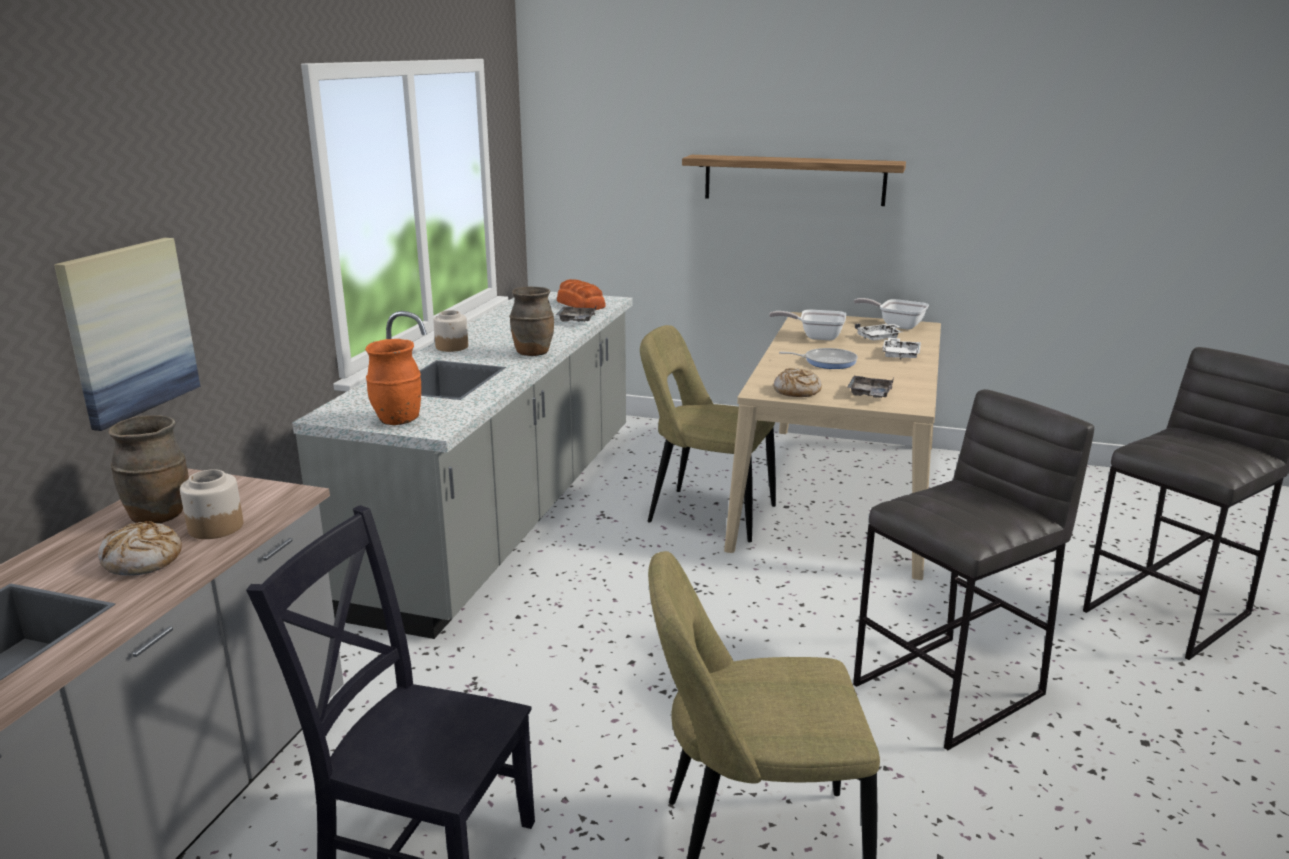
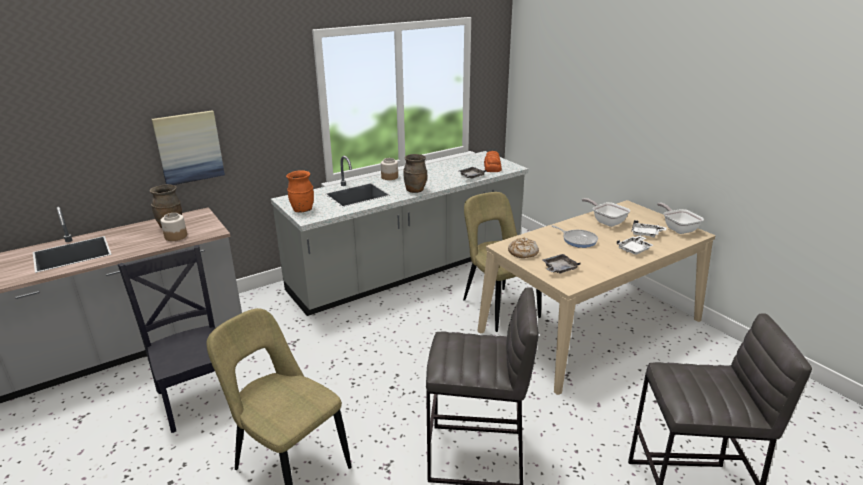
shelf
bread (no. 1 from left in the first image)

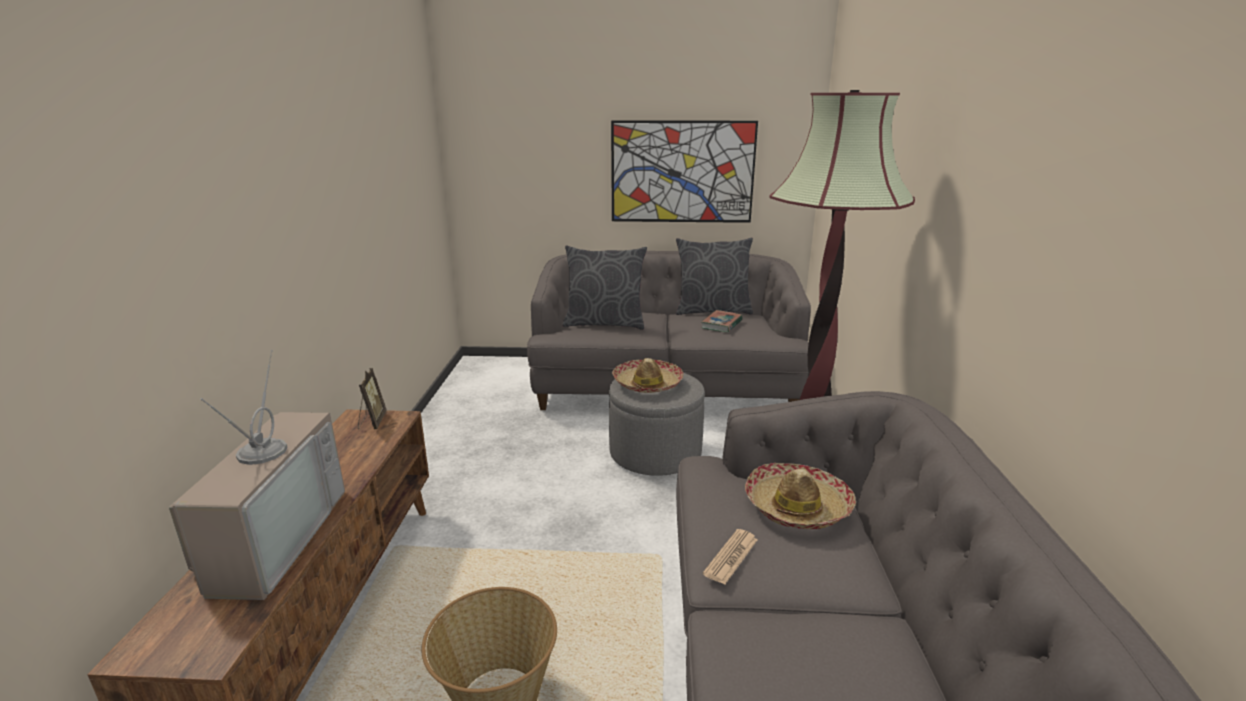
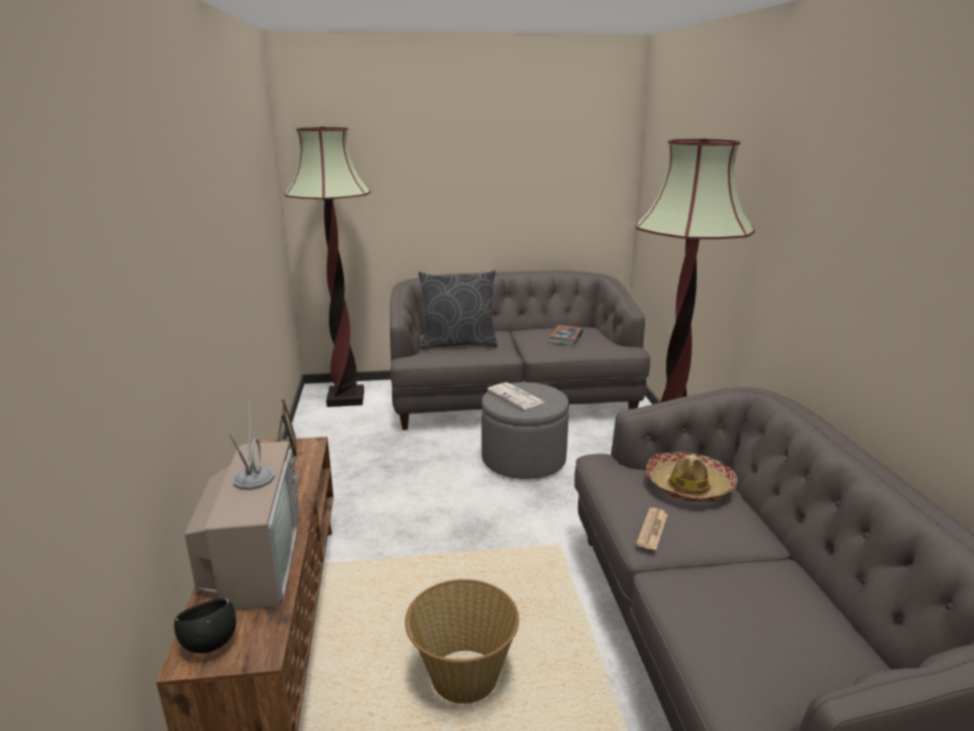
picture
grey pillow (no. 2 from left in the first image)
newspaper (no. 1 from left)
floor lamp (no. 1 from left)
black bowl

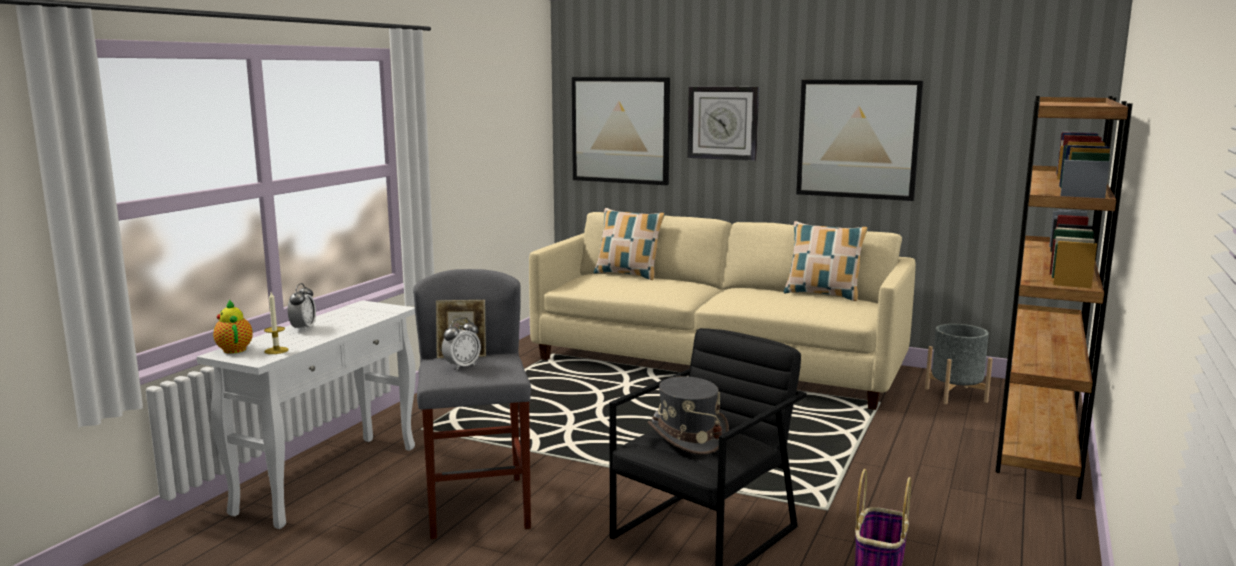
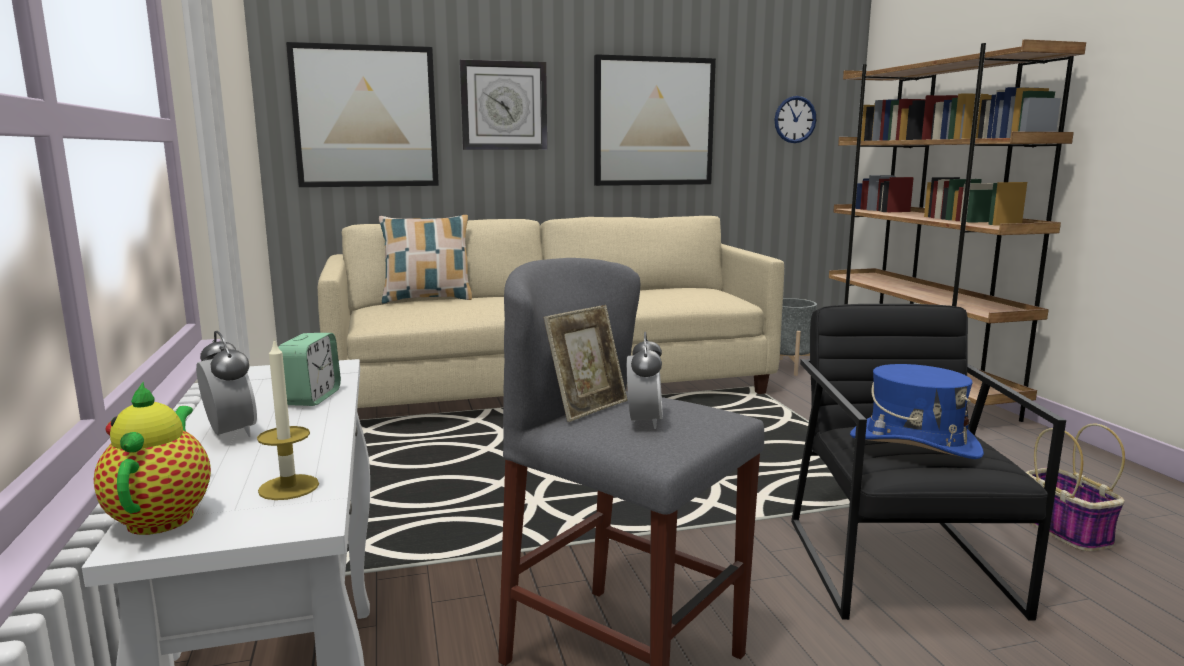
pillow (no. 2 from left in the first image)
teapot
blue hat
wall clock (no. 2 from left)
alarm clock (no. 2 from left)

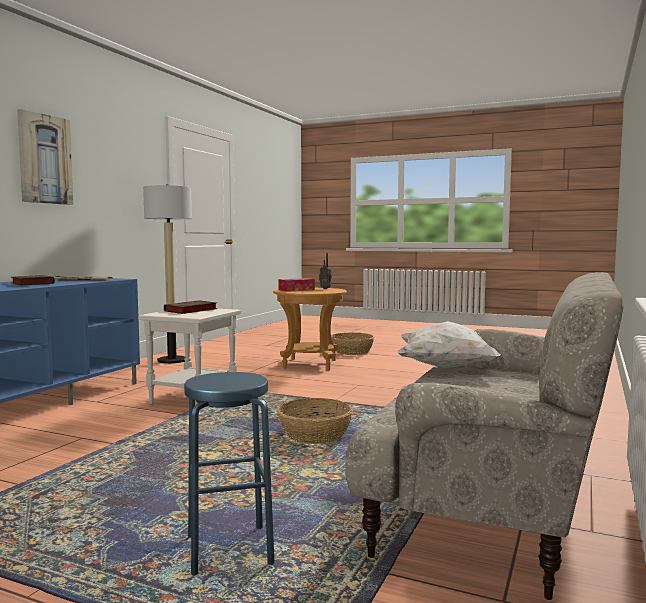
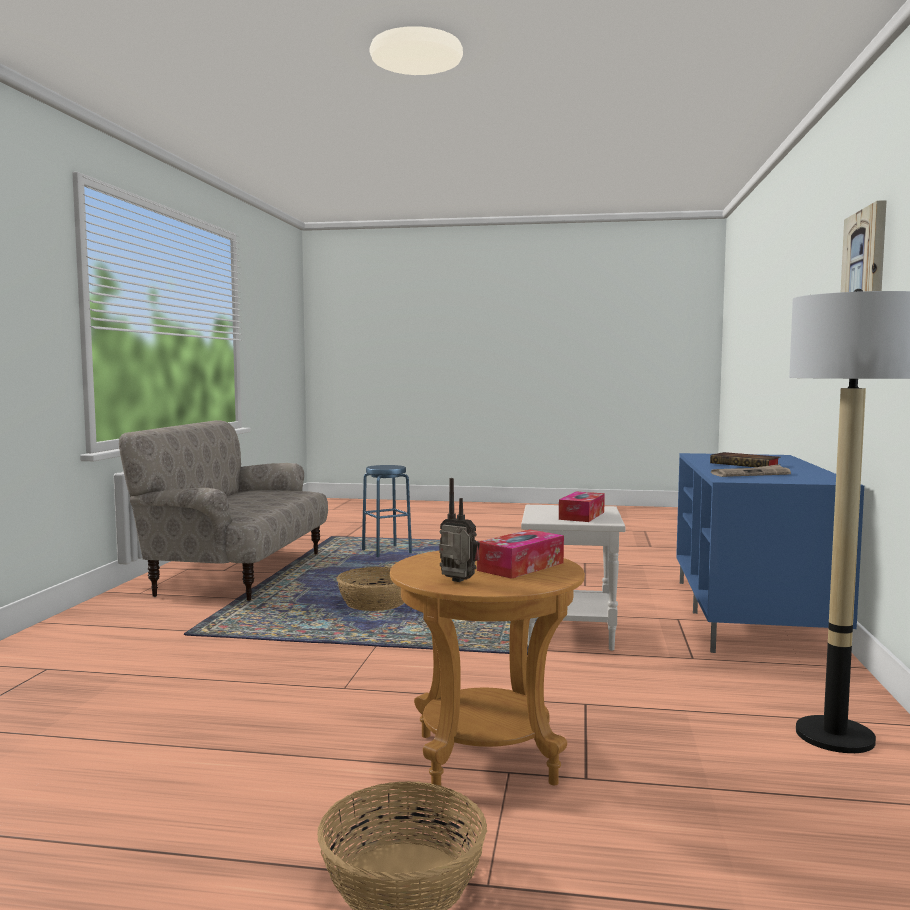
tissue box (no. 2 from left)
white pillow

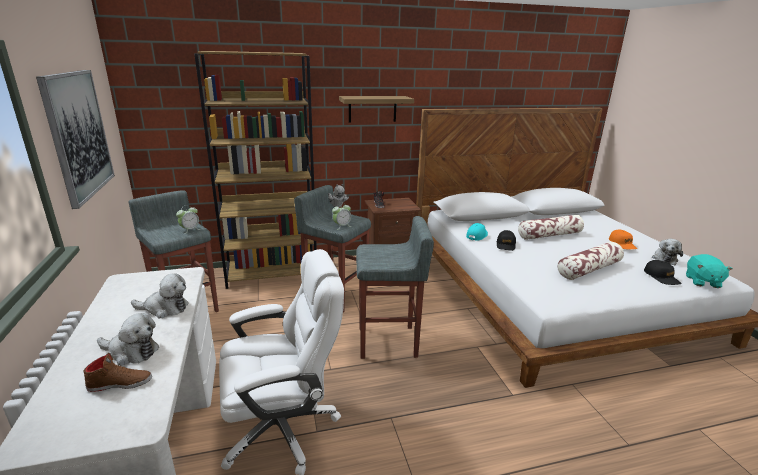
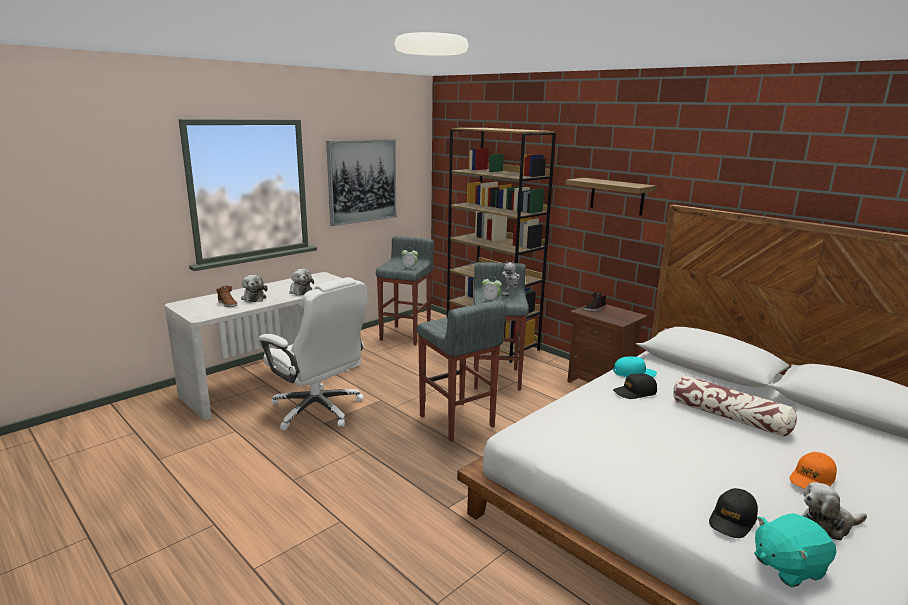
pillow (no. 2 from left in the first image)

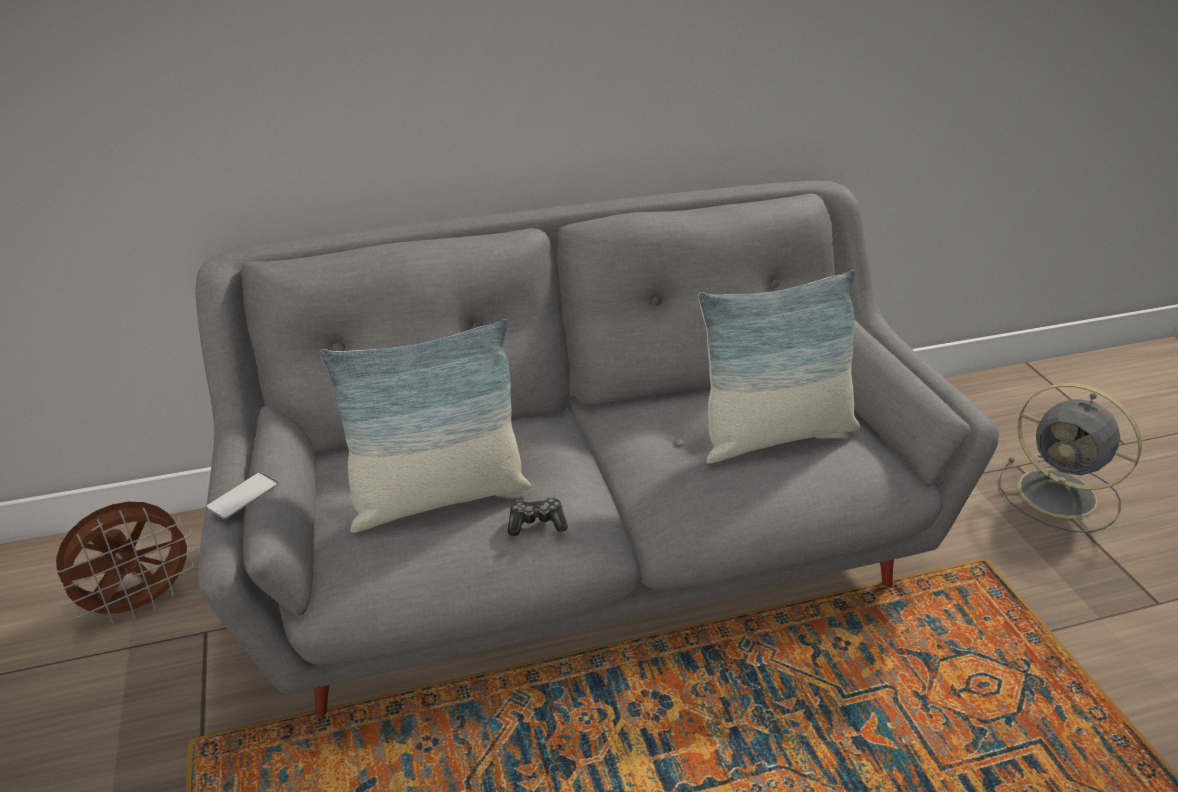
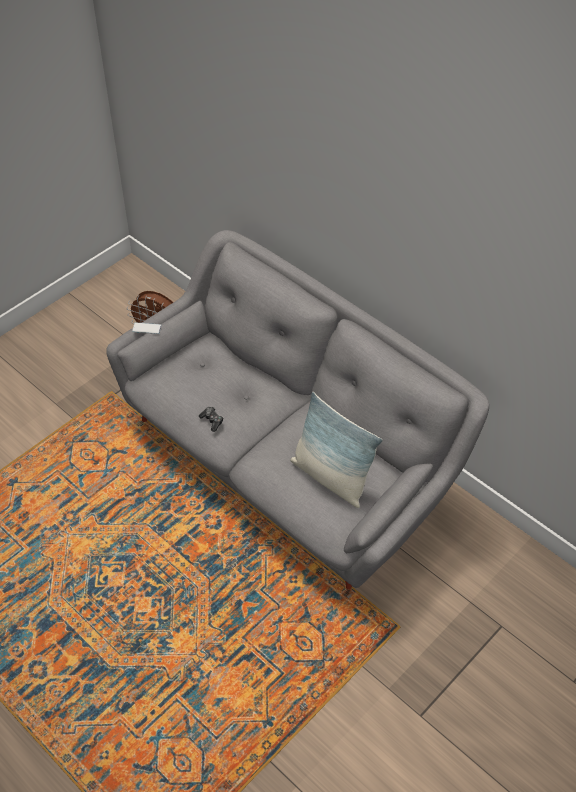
pillow (no. 1 from left in the first image)
grey fan

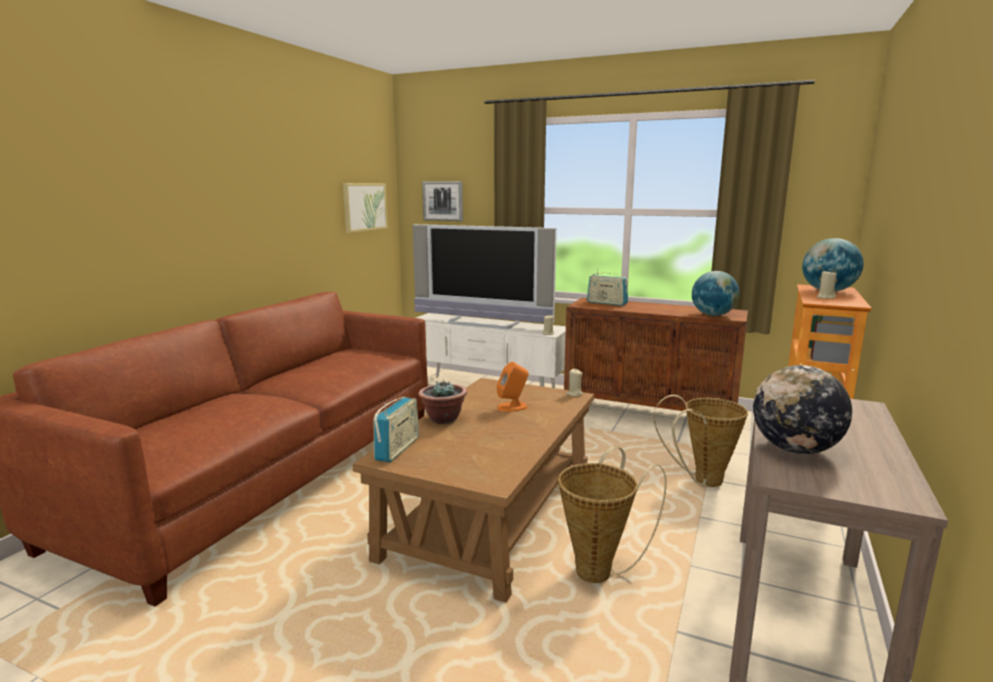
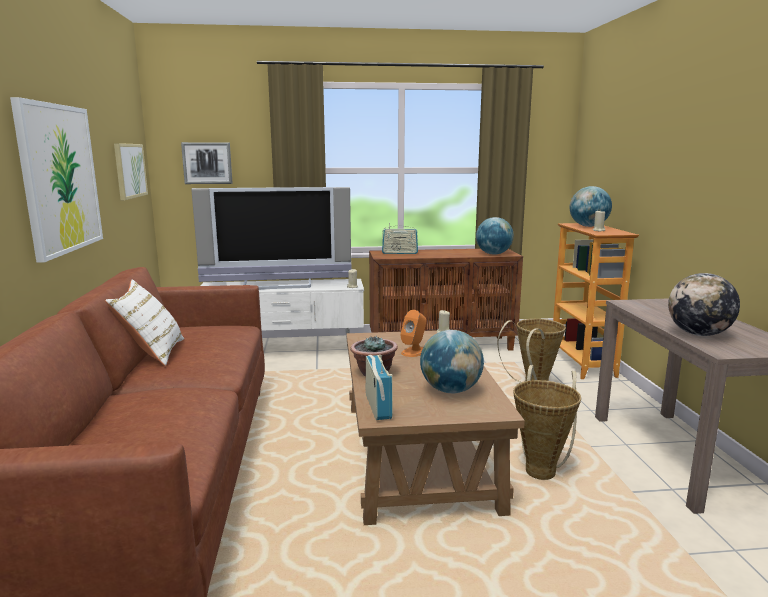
picture (no. 1 from left)
white pillow
globe (no. 1 from left)

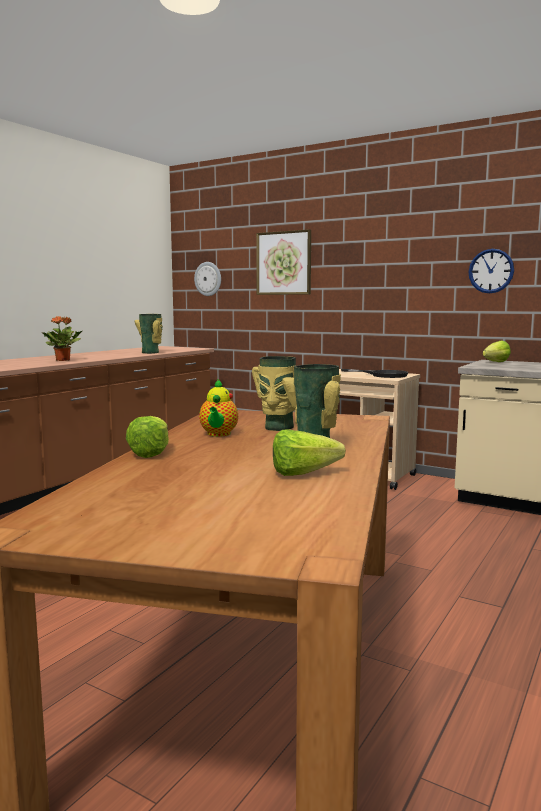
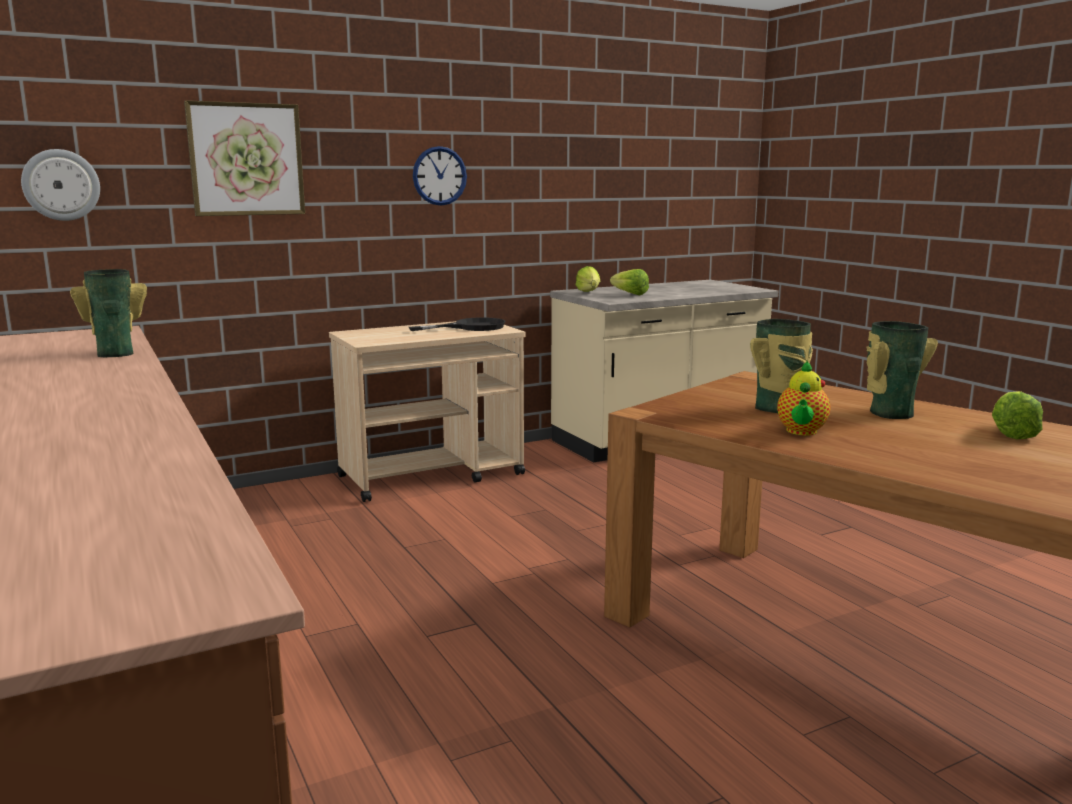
wall clock (no. 2 from left)
potted plant
teapot
lettuce (no. 2 from left)

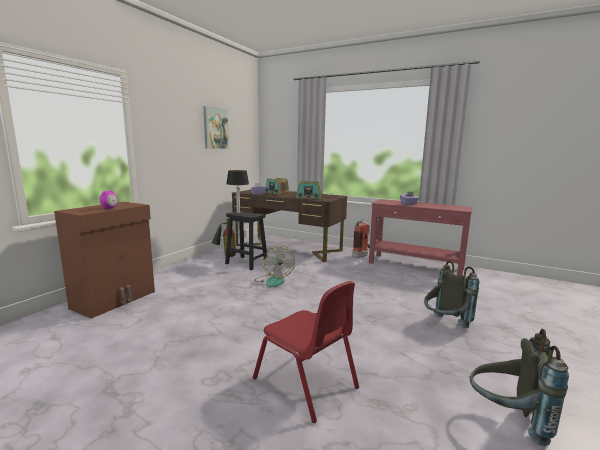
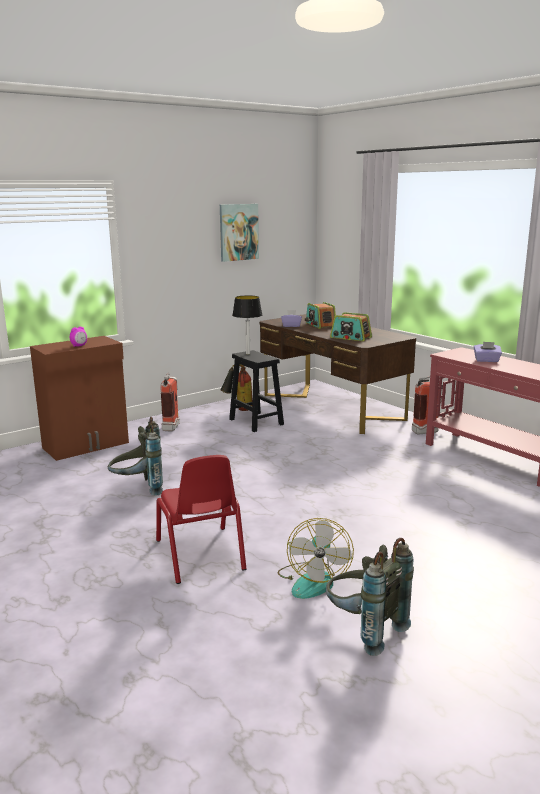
fan
grey backpack (no. 1 from left)
fire extinguisher (no. 1 from left)

